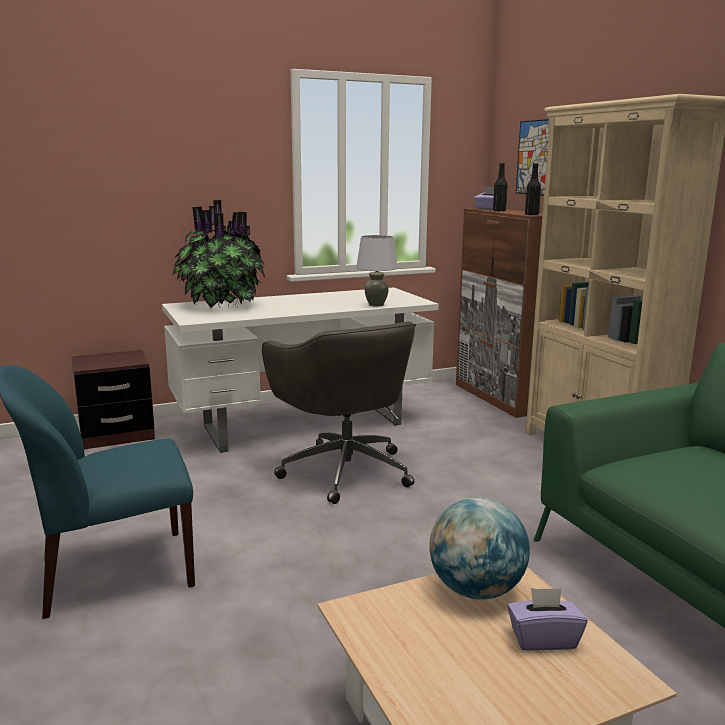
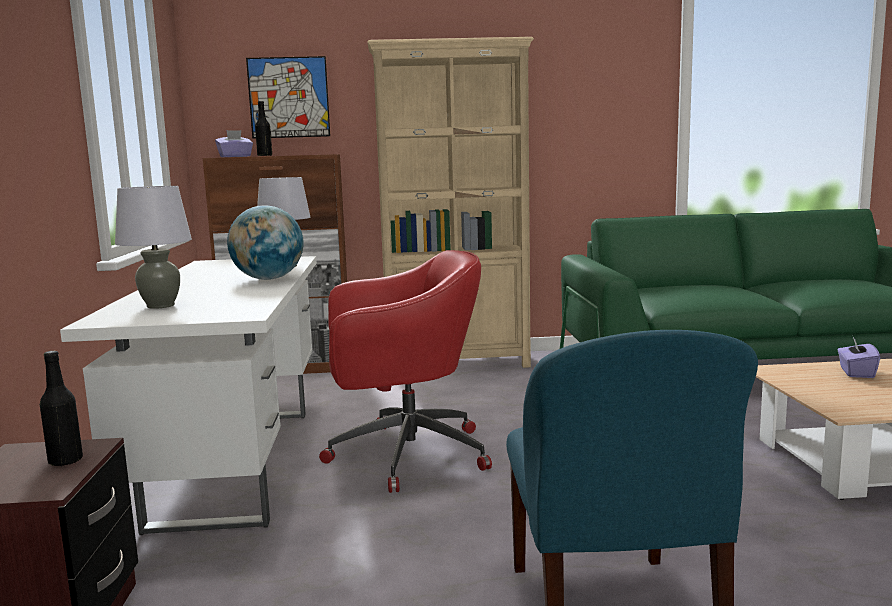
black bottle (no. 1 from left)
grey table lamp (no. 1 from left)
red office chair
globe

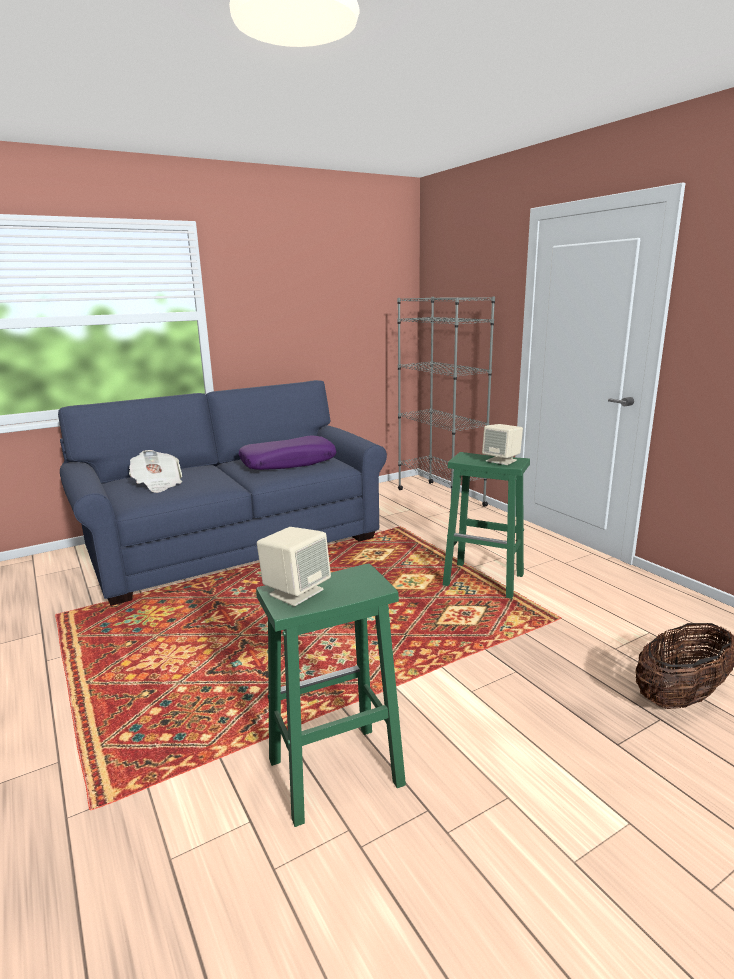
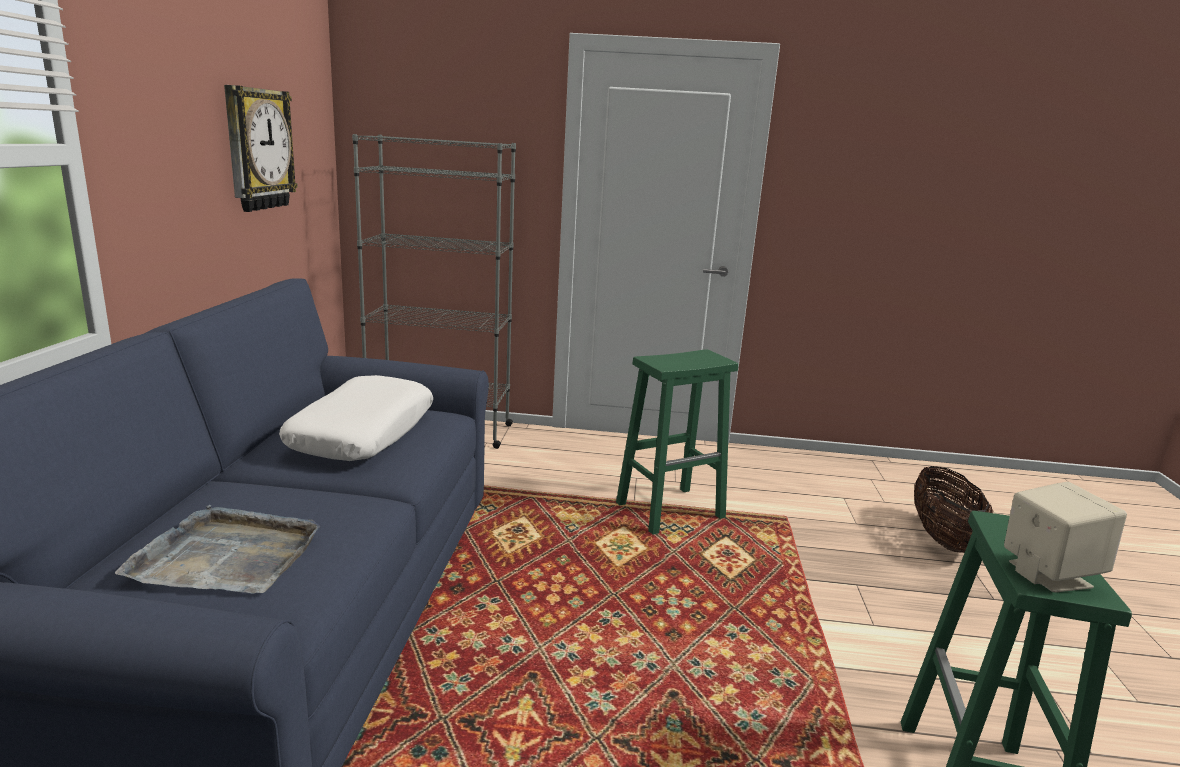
beige speaker (no. 2 from left in the first image)
white pillow
grey tray
wall clock

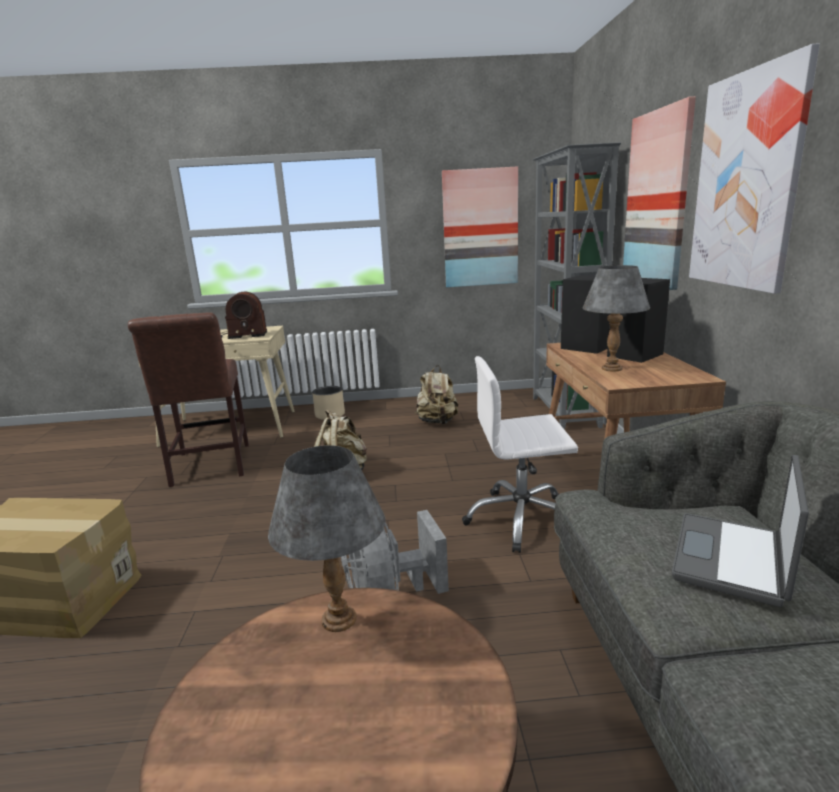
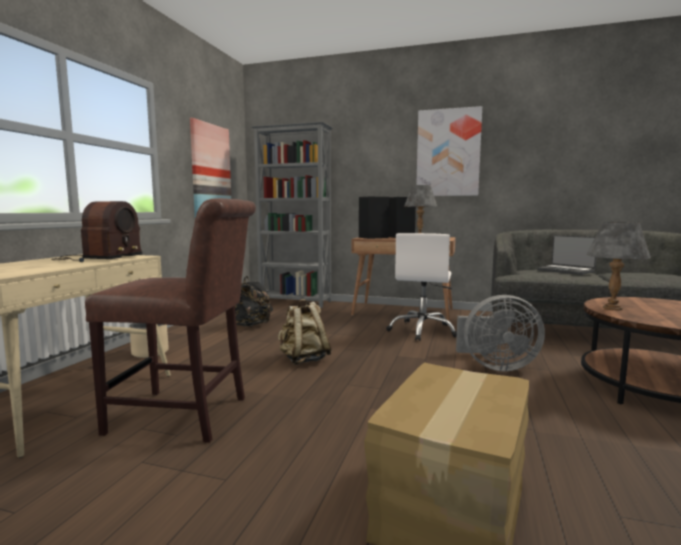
picture (no. 2 from left in the first image)
black backpack

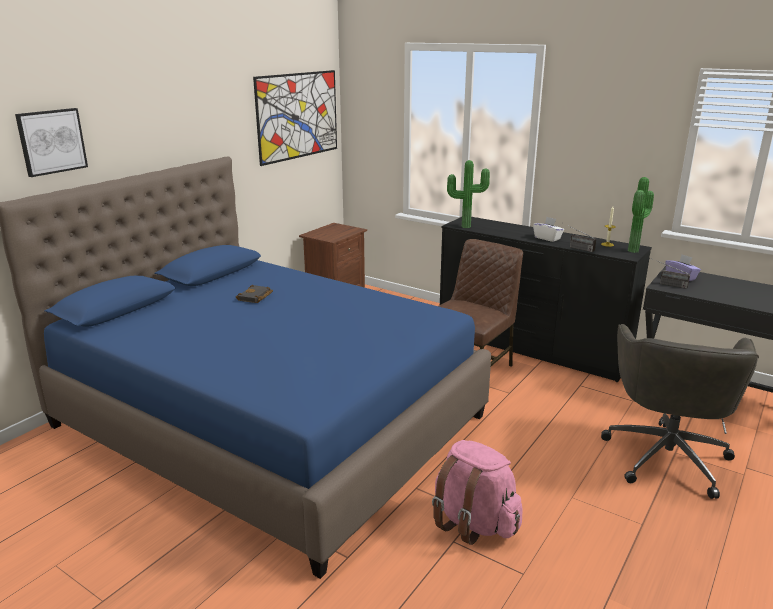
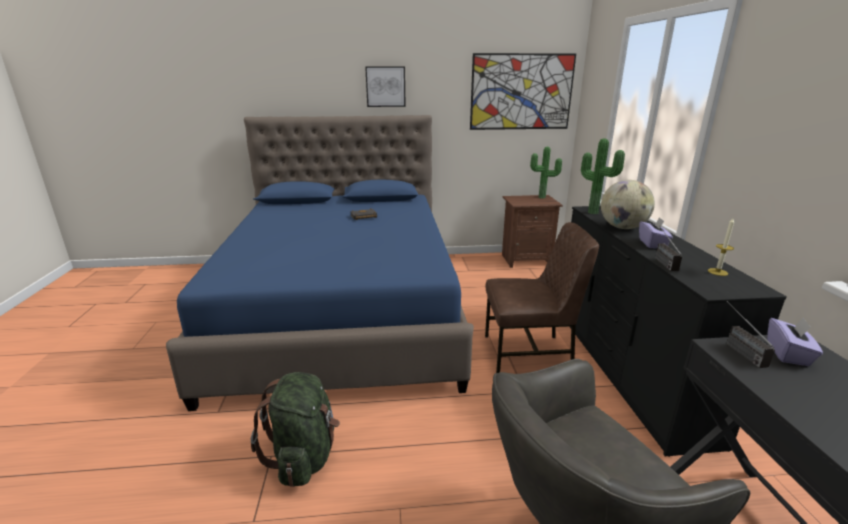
picture (no. 1 from left)
potted plant (no. 1 from left)
purple tissue box (no. 1 from left)
green backpack
globe

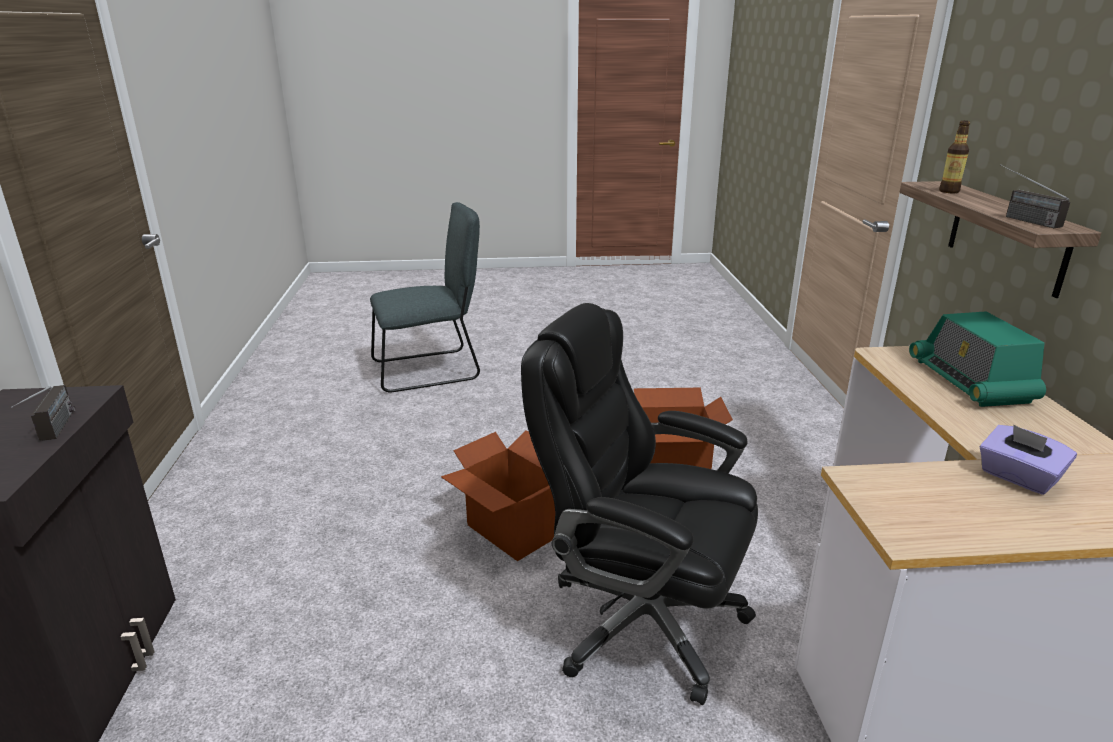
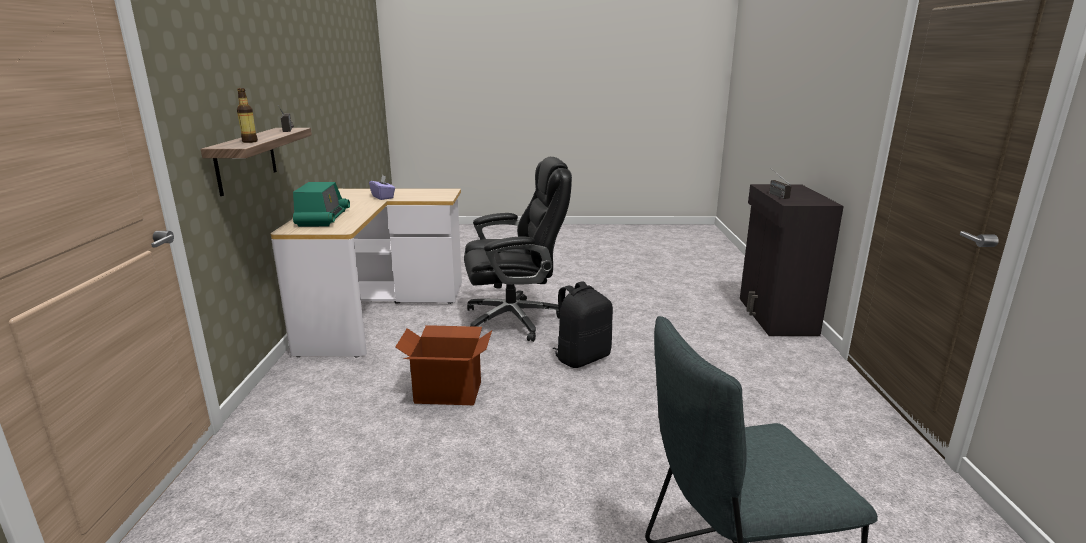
black office chair
black backpack

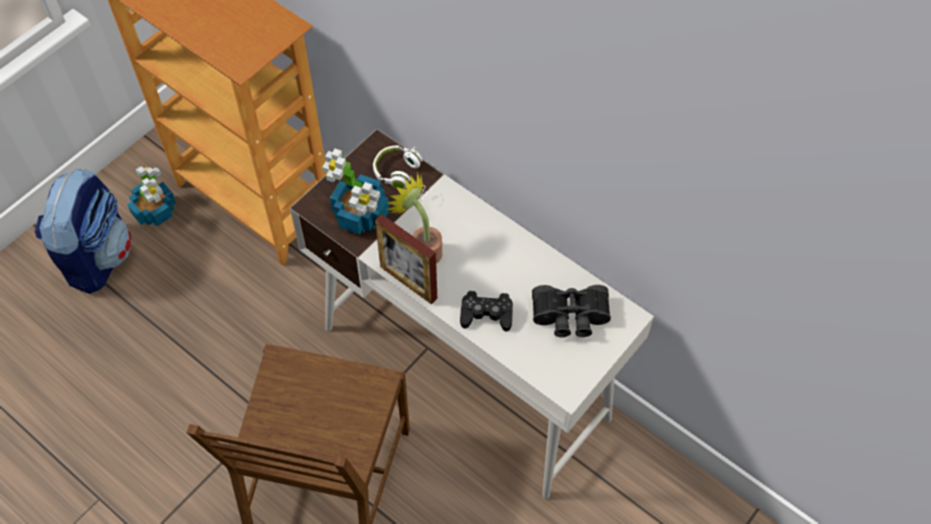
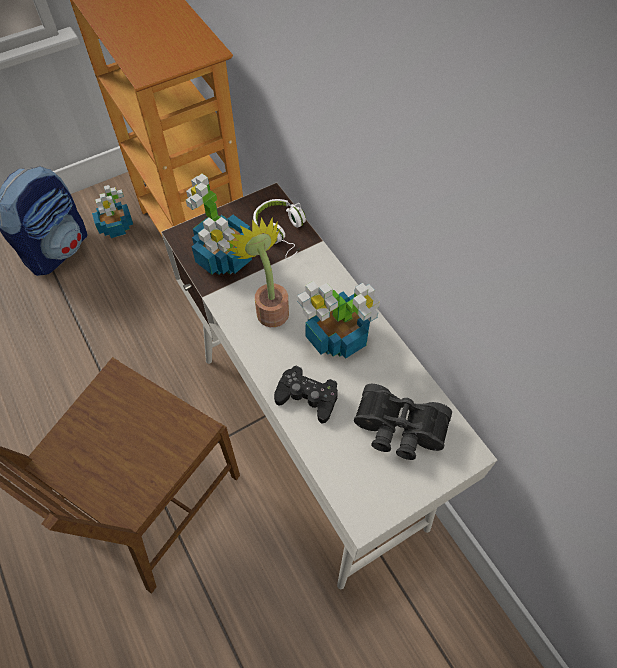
picture frame
potted plant (no. 4 from left)

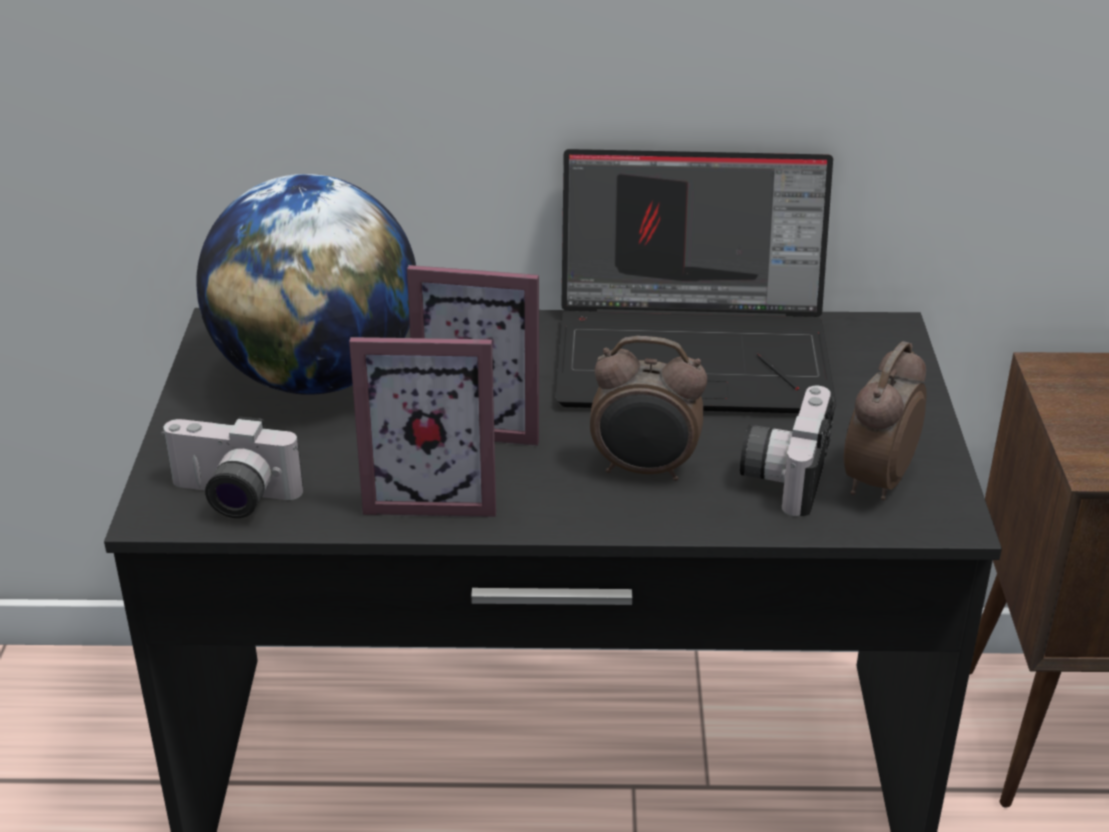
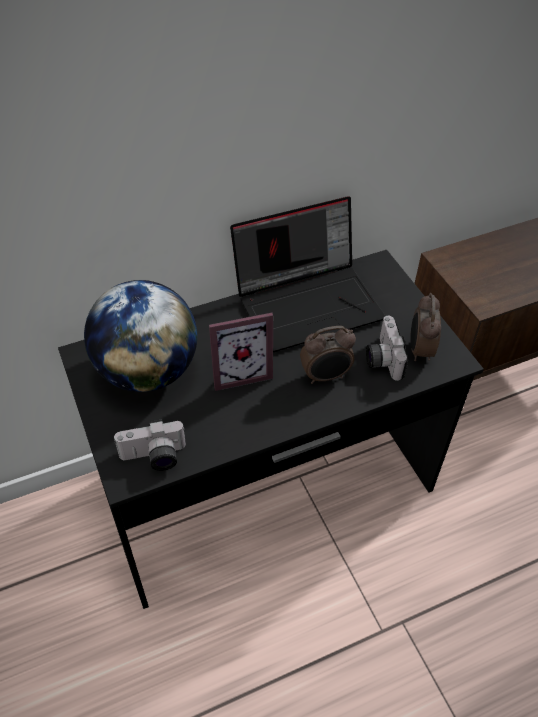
picture frame (no. 1 from left in the first image)

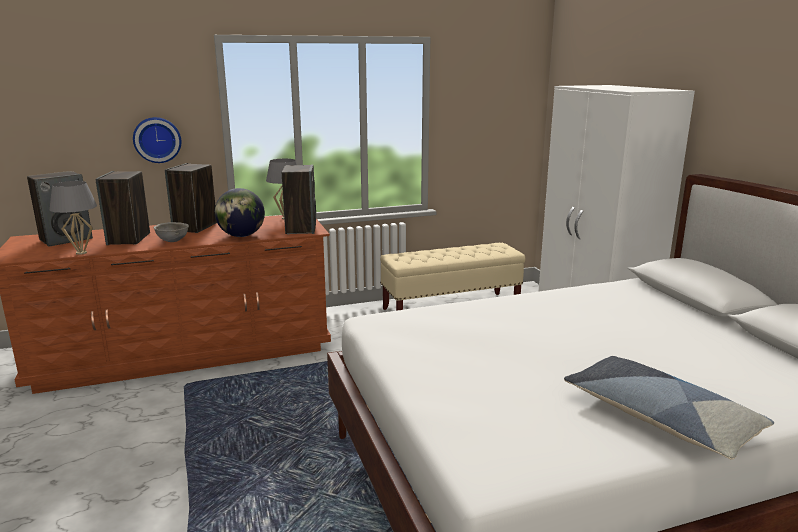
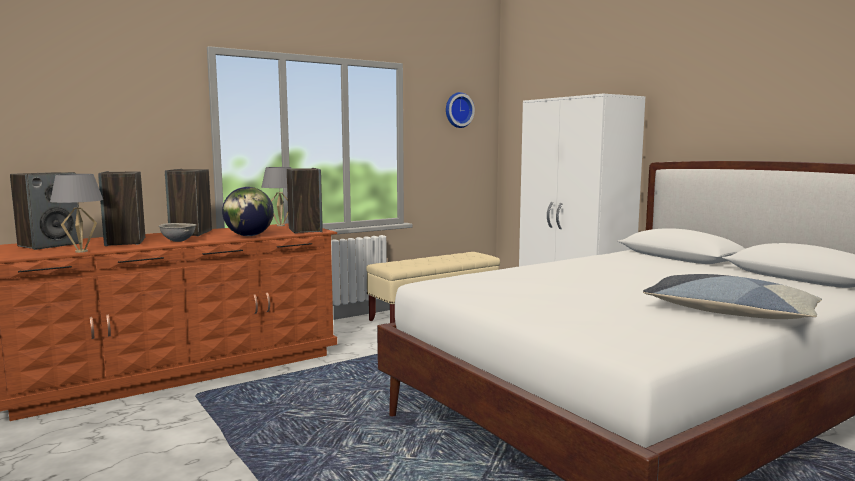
wall clock

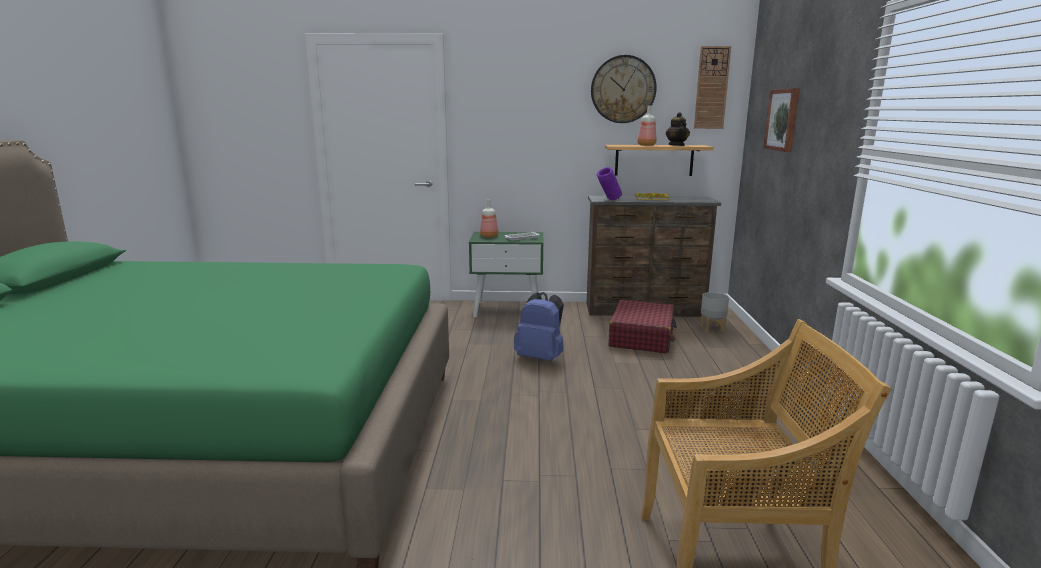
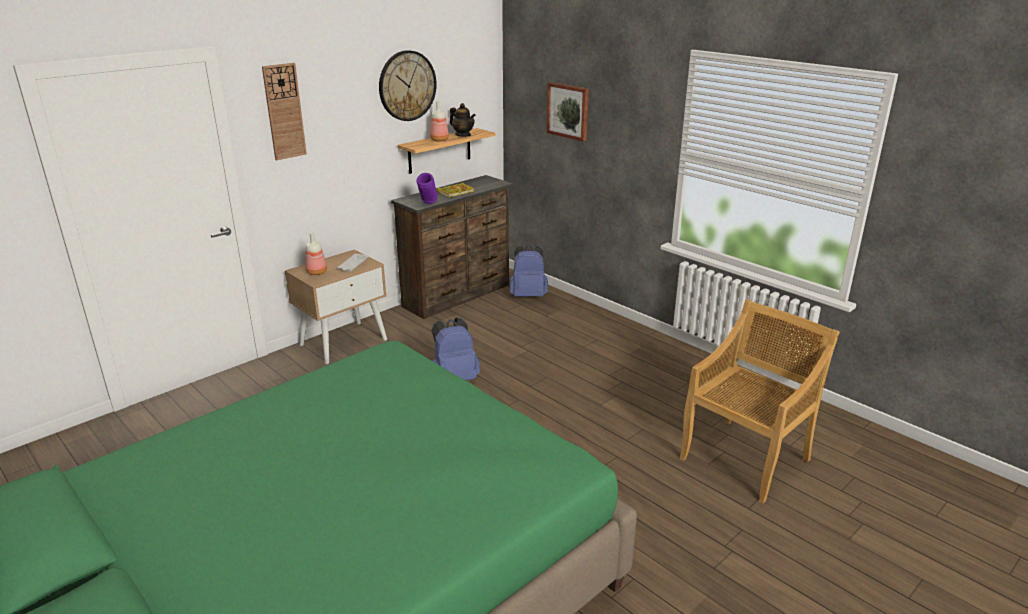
wall clock (no. 1 from left)
beige nightstand
blue backpack (no. 2 from left)
red suitcase

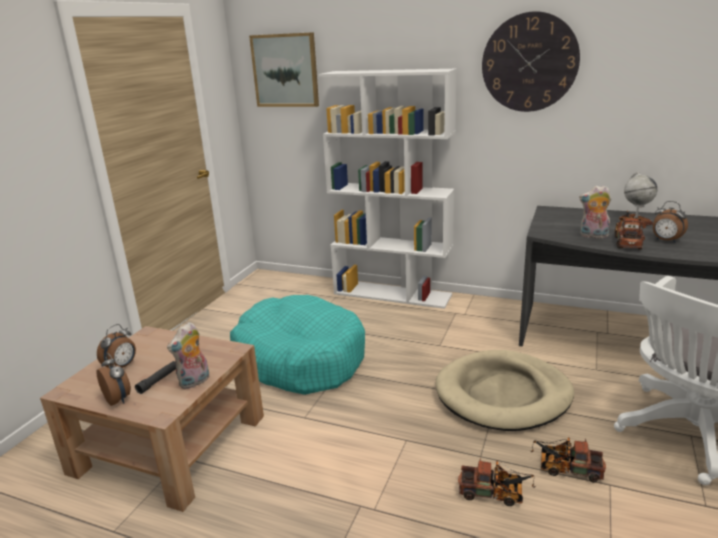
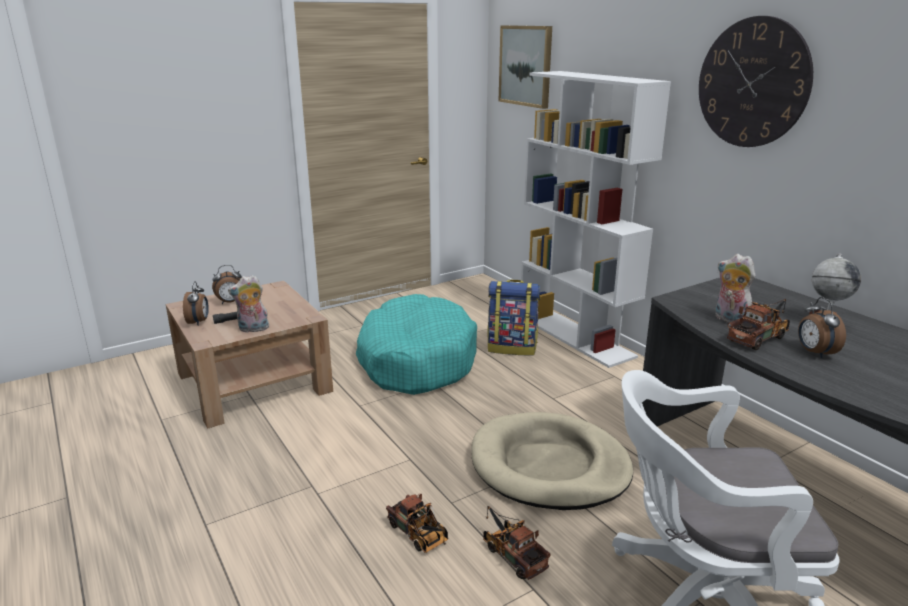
backpack

